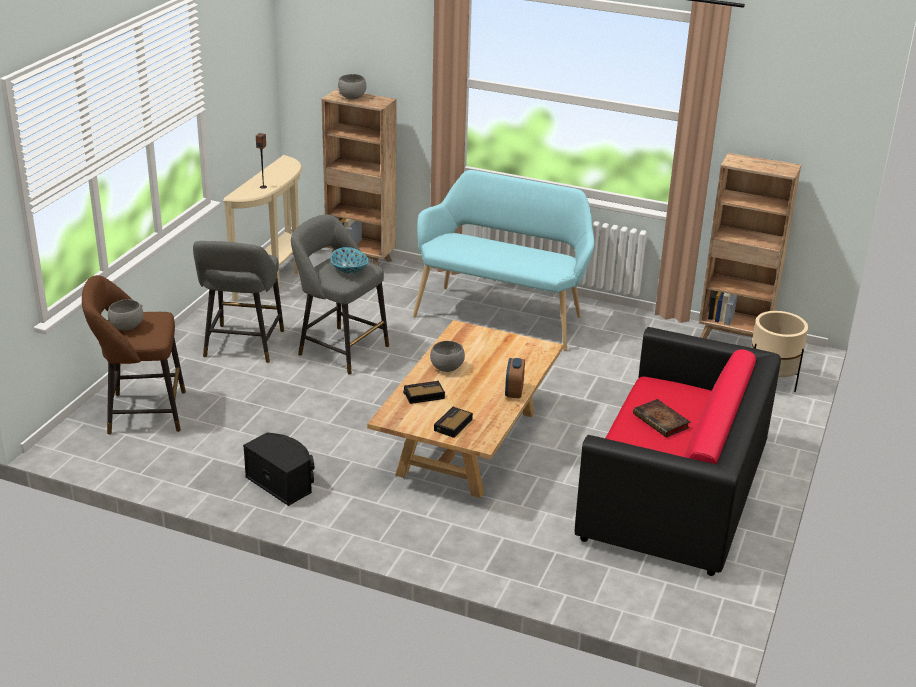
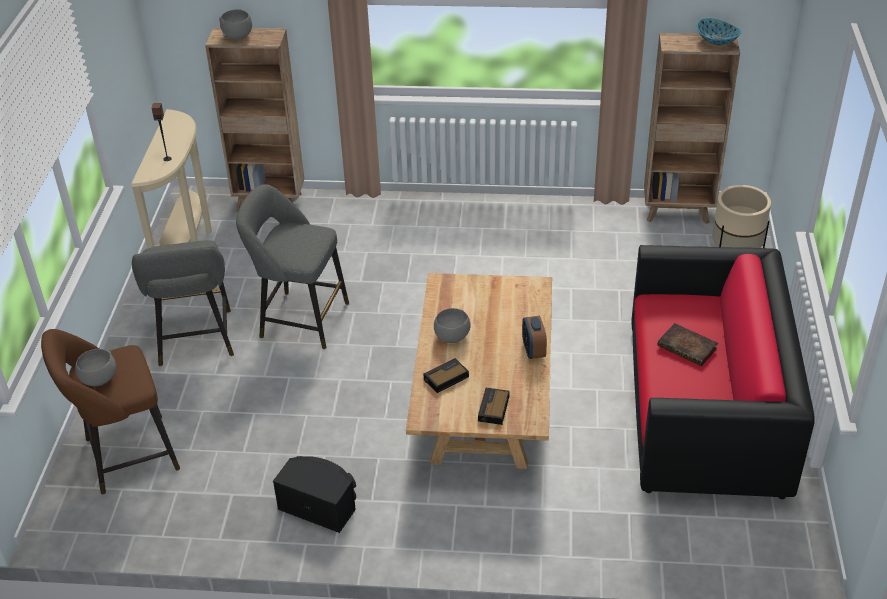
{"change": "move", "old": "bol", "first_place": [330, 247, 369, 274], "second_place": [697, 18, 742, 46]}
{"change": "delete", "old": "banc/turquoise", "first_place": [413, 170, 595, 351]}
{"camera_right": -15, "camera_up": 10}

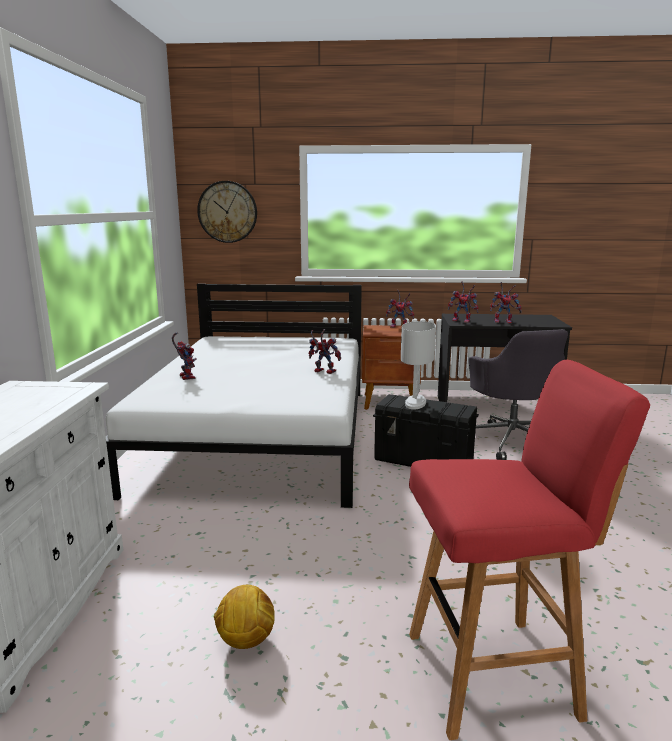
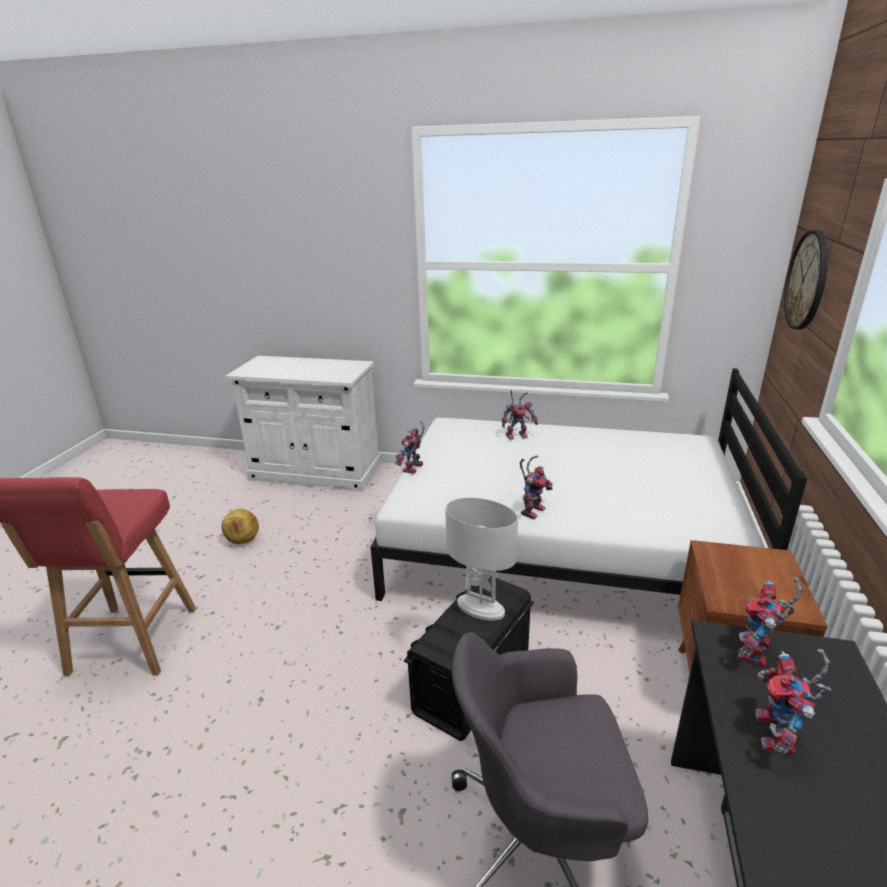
{"change": "move", "old": "robot jouet", "first_place": [386, 290, 414, 328], "second_place": [395, 421, 424, 474]}
{"camera_right": 100, "camera_up": 10}

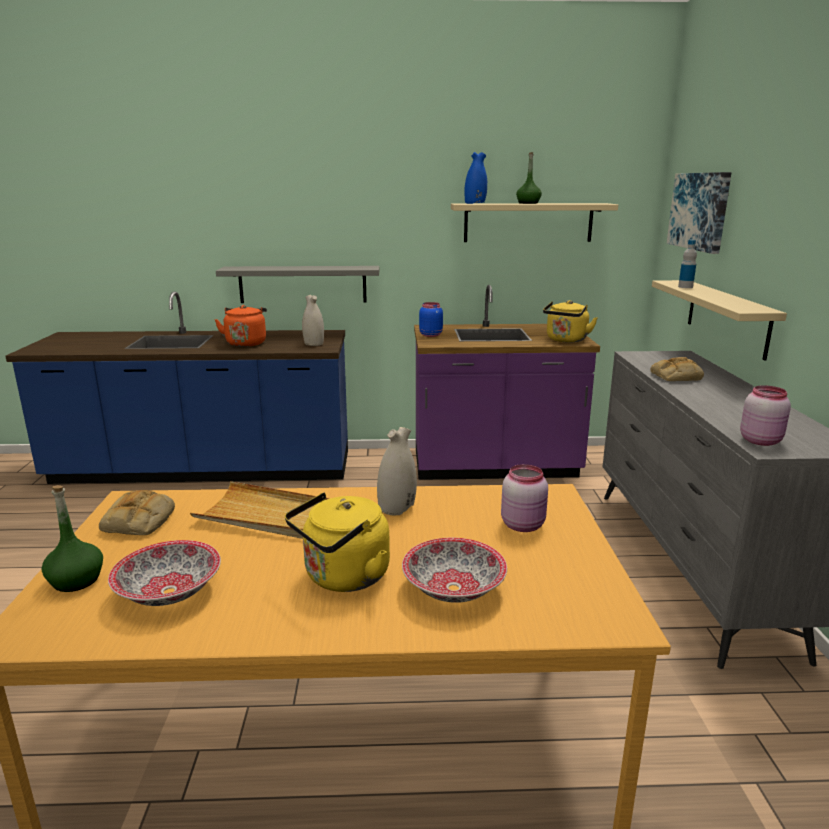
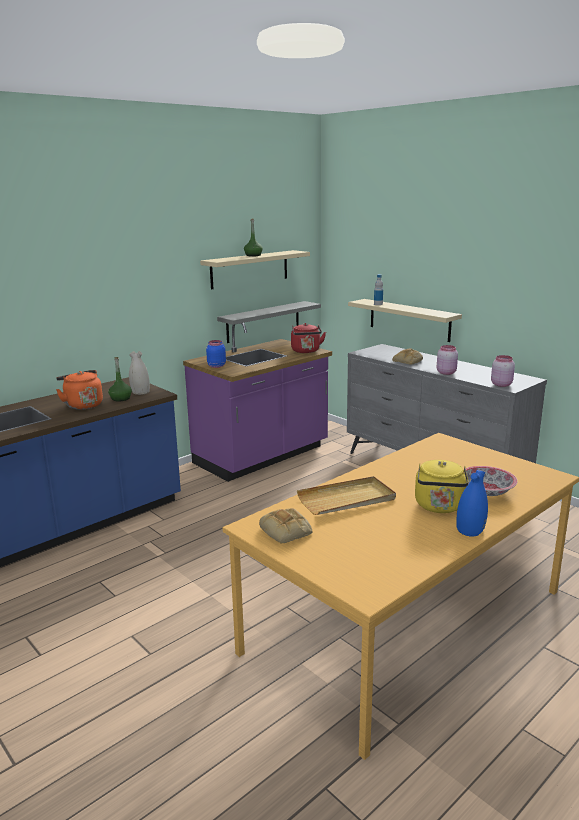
{"change": "move", "old": "bouteille/vert", "first_place": [42, 485, 103, 592], "second_place": [108, 357, 132, 402]}
{"change": "move", "old": "étagère/gris", "first_place": [216, 266, 379, 303], "second_place": [217, 301, 321, 343]}
{"change": "recolor", "old": "bouilloire/jaune", "new": "bouilloire/rouge", "first_place": [543, 300, 597, 343], "second_place": [291, 323, 326, 353]}
{"change": "move", "old": "bocal/rose", "first_place": [501, 464, 548, 532], "second_place": [437, 345, 458, 375]}
{"change": "move", "old": "vase/bleu", "first_place": [464, 152, 487, 204], "second_place": [456, 470, 488, 537]}
{"change": "delete", "old": "bol", "first_place": [108, 540, 221, 606]}
{"change": "delete", "old": "vase/blanc", "first_place": [377, 427, 417, 515]}
{"change": "delete", "old": "tableau", "first_place": [667, 172, 732, 254]}
{"camera_right": -40, "camera_up": 0}

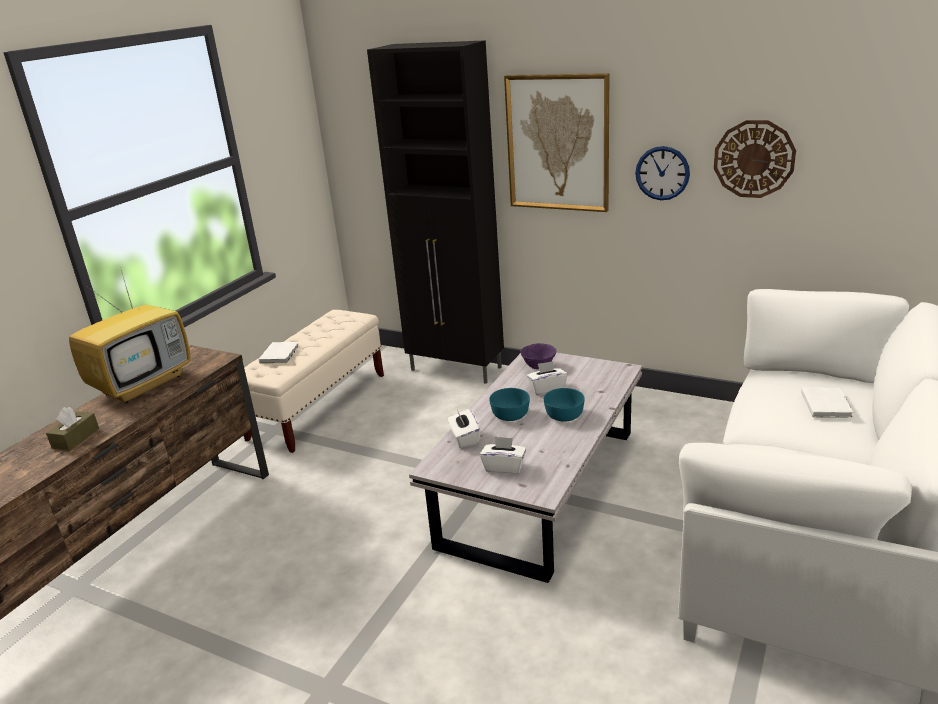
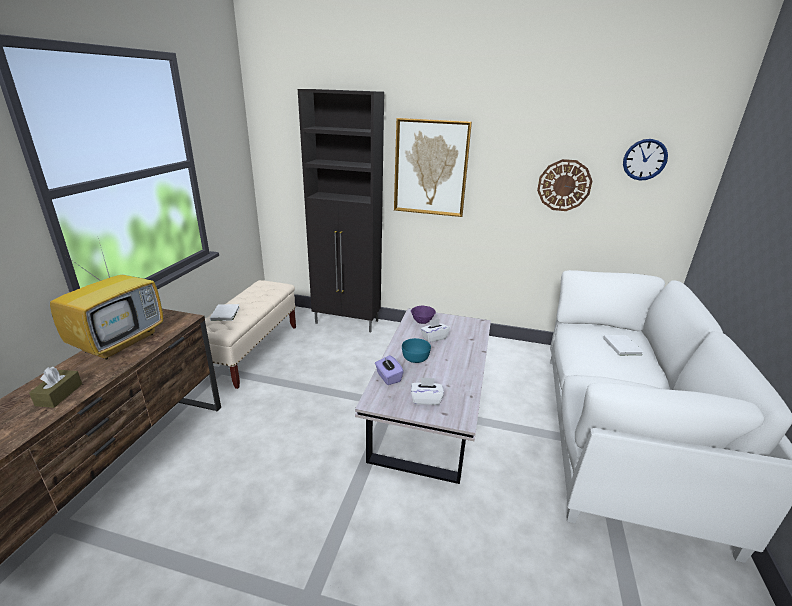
{"change": "recolor", "old": "boîte à mouchoirs/blanc", "new": "boîte à mouchoirs/violet", "first_place": [448, 409, 480, 448], "second_place": [375, 355, 404, 385]}
{"change": "move", "old": "horloge murale", "first_place": [635, 146, 690, 200], "second_place": [623, 139, 668, 181]}
{"change": "delete", "old": "bol/turquoise", "first_place": [544, 388, 585, 422]}
{"camera_right": -15, "camera_up": 0}

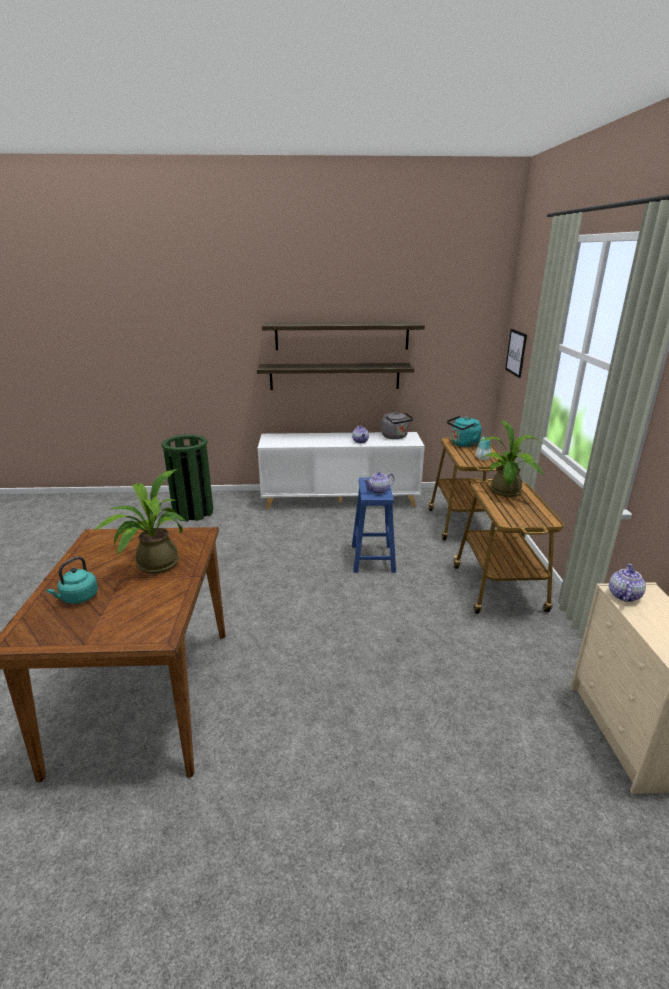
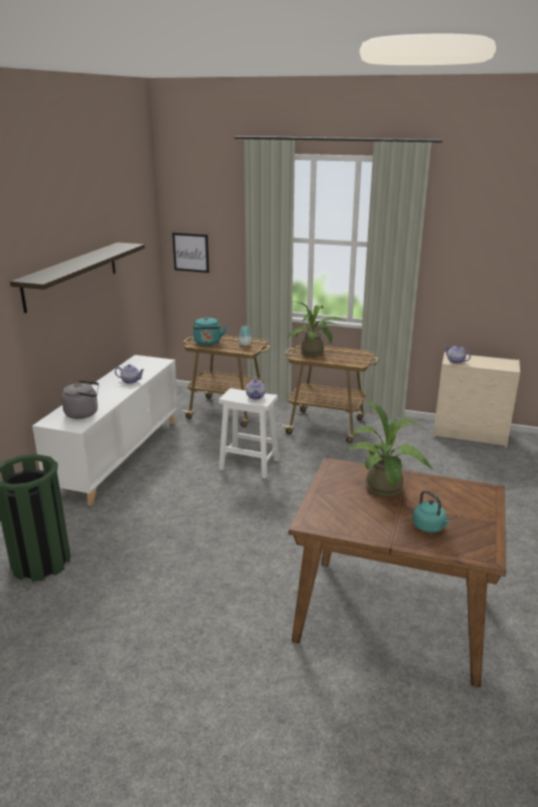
{"change": "move", "old": "bouilloire/gris", "first_place": [381, 412, 414, 439], "second_place": [61, 380, 99, 419]}
{"change": "recolor", "old": "tabouret/bleu", "new": "tabouret/blanc", "first_place": [352, 477, 396, 573], "second_place": [219, 388, 279, 479]}
{"change": "delete", "old": "étagère", "first_place": [257, 363, 414, 390]}
{"camera_right": -70, "camera_up": 0}

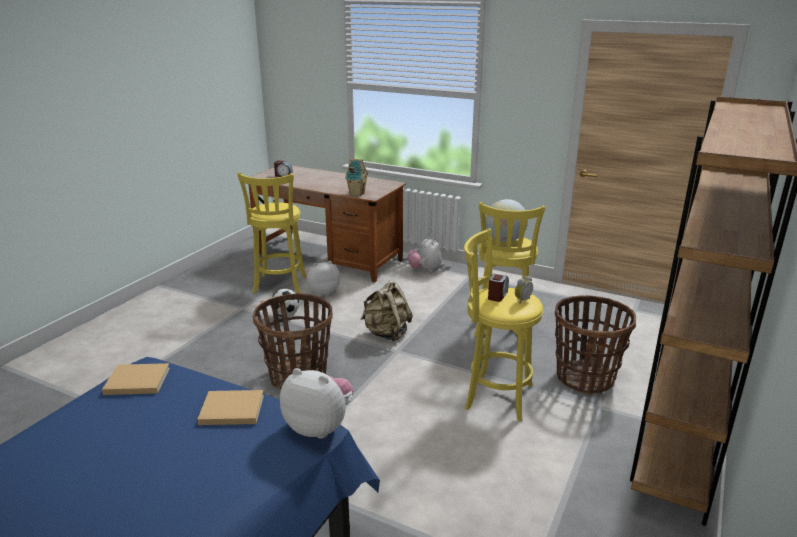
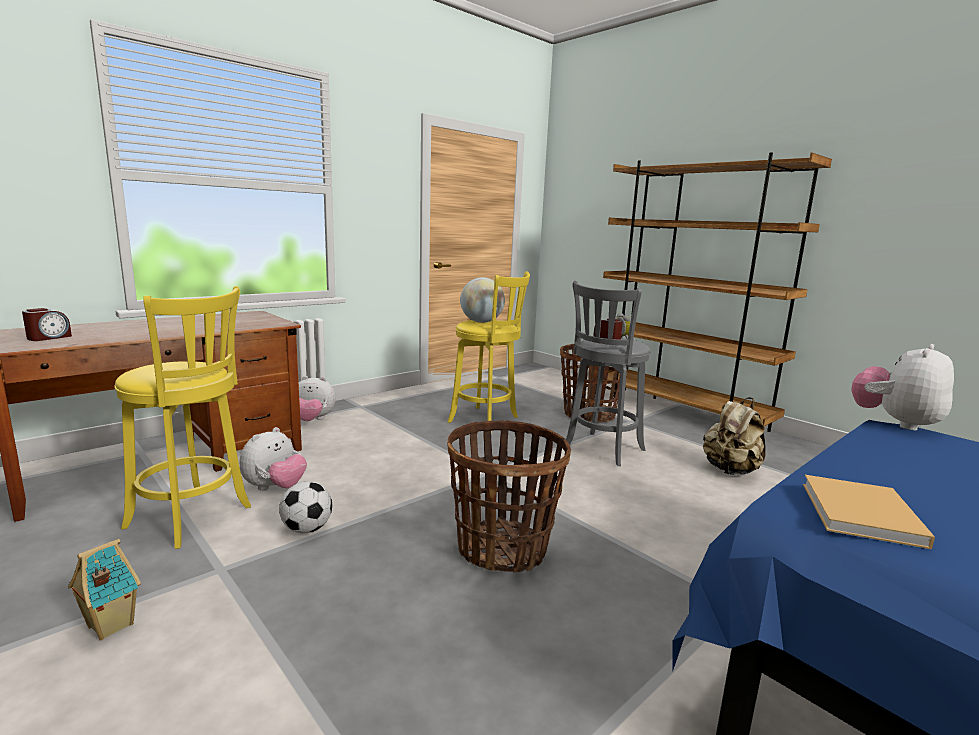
{"change": "move", "old": "maison miniature", "first_place": [345, 159, 368, 196], "second_place": [68, 539, 141, 640]}
{"change": "rotate", "old": "peluche", "first_place": [306, 261, 340, 297], "second_place": [240, 427, 307, 491], "degrees": -150}
{"change": "recolor", "old": "tabouret/jaune", "new": "tabouret/gris", "first_place": [464, 228, 543, 421], "second_place": [566, 281, 651, 466]}
{"change": "move", "old": "sac à dos/beige", "first_place": [360, 280, 413, 342], "second_place": [703, 398, 766, 475]}
{"change": "delete", "old": "livre/beige", "first_place": [197, 390, 264, 425]}
{"camera_right": -70, "camera_up": -10}

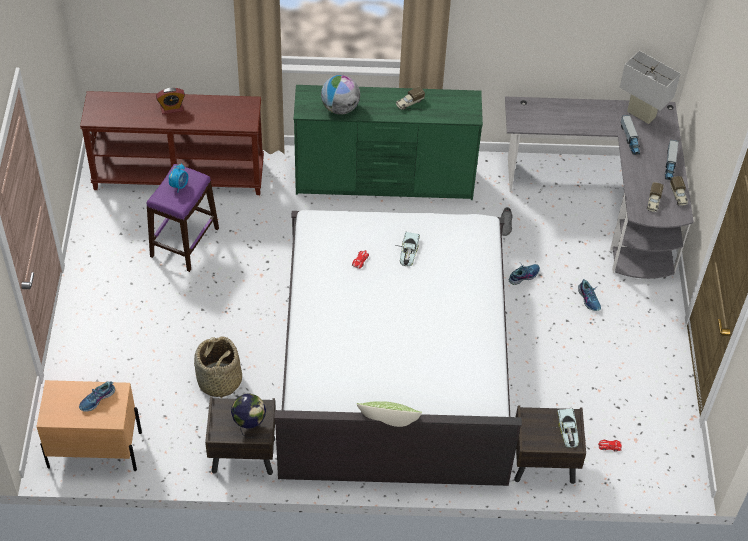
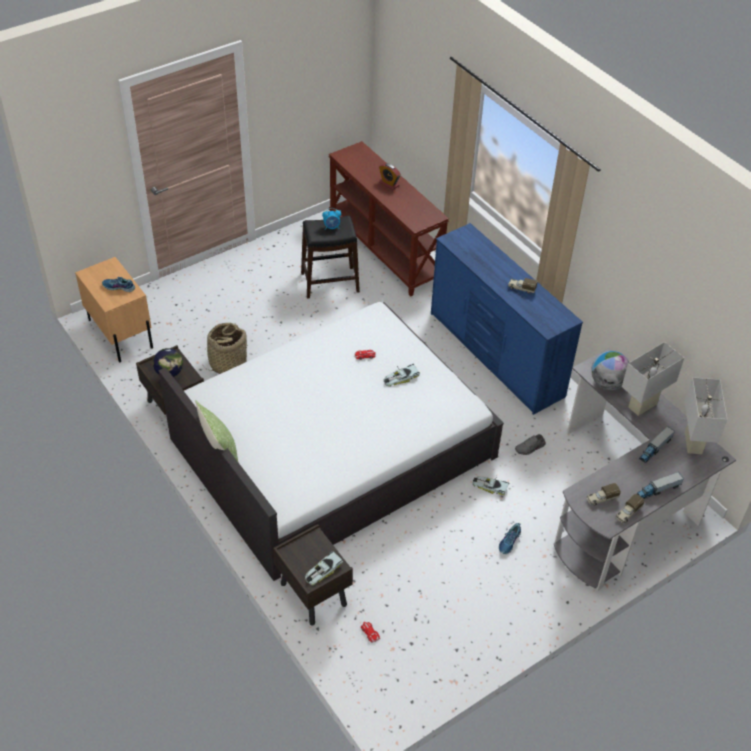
{"change": "recolor", "old": "tabouret/violet", "new": "tabouret/noir", "first_place": [146, 164, 219, 272], "second_place": [301, 216, 360, 299]}
{"change": "recolor", "old": "commode/vert", "new": "commode/bleu", "first_place": [294, 85, 483, 200], "second_place": [431, 223, 583, 415]}
{"change": "replace", "old": "chaussure", "new": "petite voiture", "first_place": [509, 264, 540, 285], "second_place": [473, 476, 509, 495]}
{"change": "move", "old": "globe", "first_place": [321, 75, 360, 115], "second_place": [591, 351, 629, 390]}
{"change": "insert", "new": "lampe de table/blanc", "second_place": [622, 342, 684, 416]}
{"camera_right": 55, "camera_up": -5}

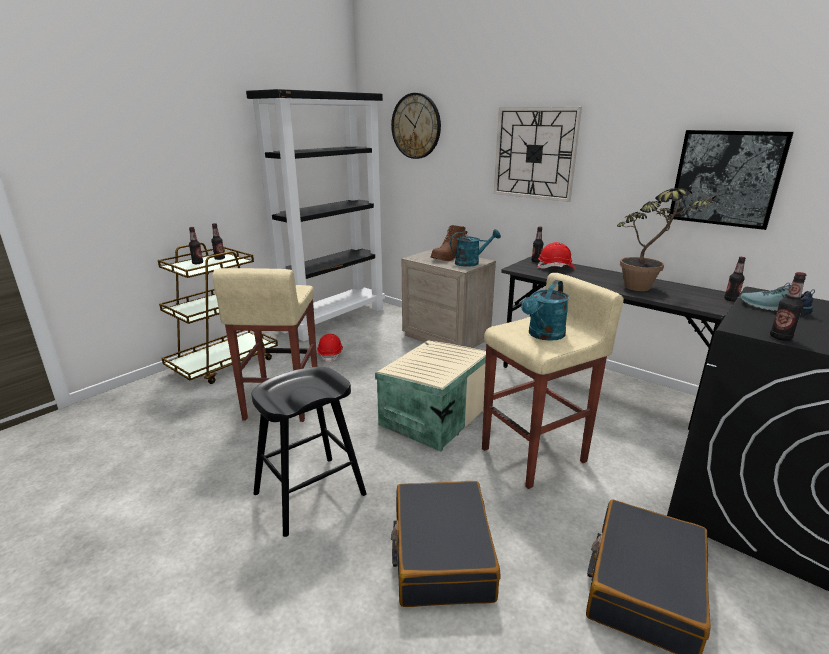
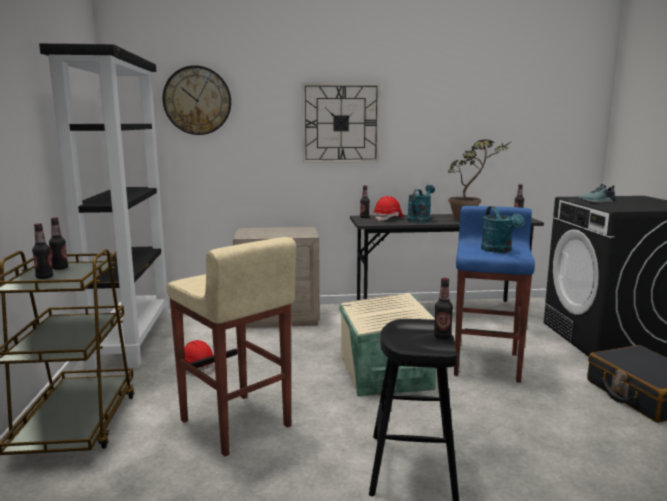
{"change": "move", "old": "arrosoir/turquoise", "first_place": [450, 229, 501, 267], "second_place": [407, 185, 435, 223]}
{"change": "move", "old": "bouteille", "first_place": [770, 272, 806, 341], "second_place": [434, 278, 453, 339]}
{"change": "recolor", "old": "tabouret/beige", "new": "tabouret/bleu", "first_place": [482, 273, 624, 489], "second_place": [454, 206, 535, 383]}
{"change": "delete", "old": "valise/noir", "first_place": [391, 481, 501, 607]}
{"change": "delete", "old": "botte/marron", "first_place": [431, 225, 467, 261]}
{"change": "delete", "old": "tableau", "first_place": [669, 130, 794, 230]}
{"camera_right": -45, "camera_up": -10}

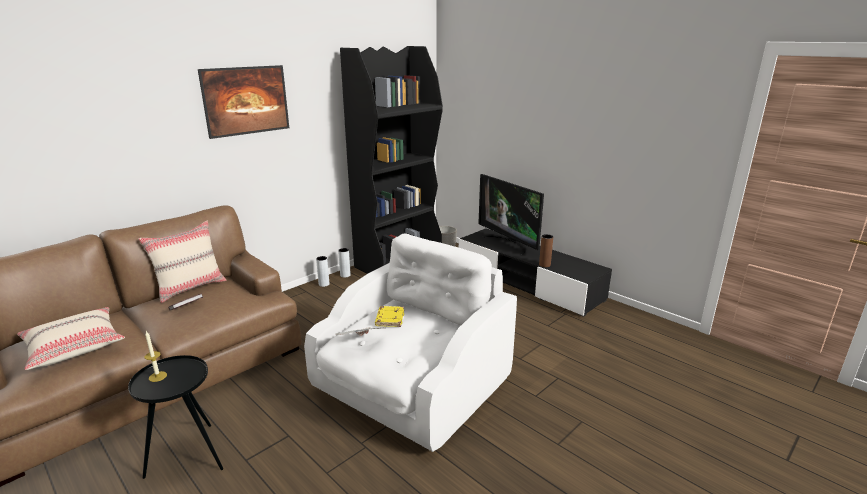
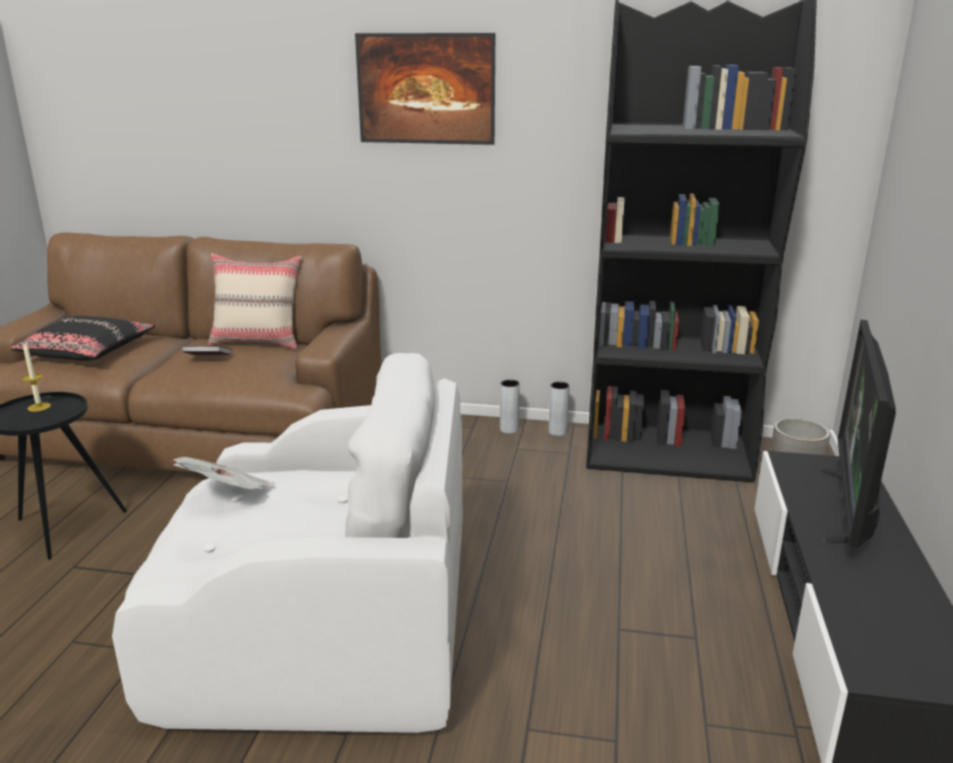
{"change": "recolor", "old": "coussin/beige", "new": "coussin/noir", "first_place": [17, 307, 125, 370], "second_place": [10, 316, 155, 361]}
{"change": "delete", "old": "livre/jaune", "first_place": [375, 306, 404, 327]}
{"change": "delete", "old": "vase/marron", "first_place": [539, 234, 553, 267]}
{"camera_right": 55, "camera_up": 0}

